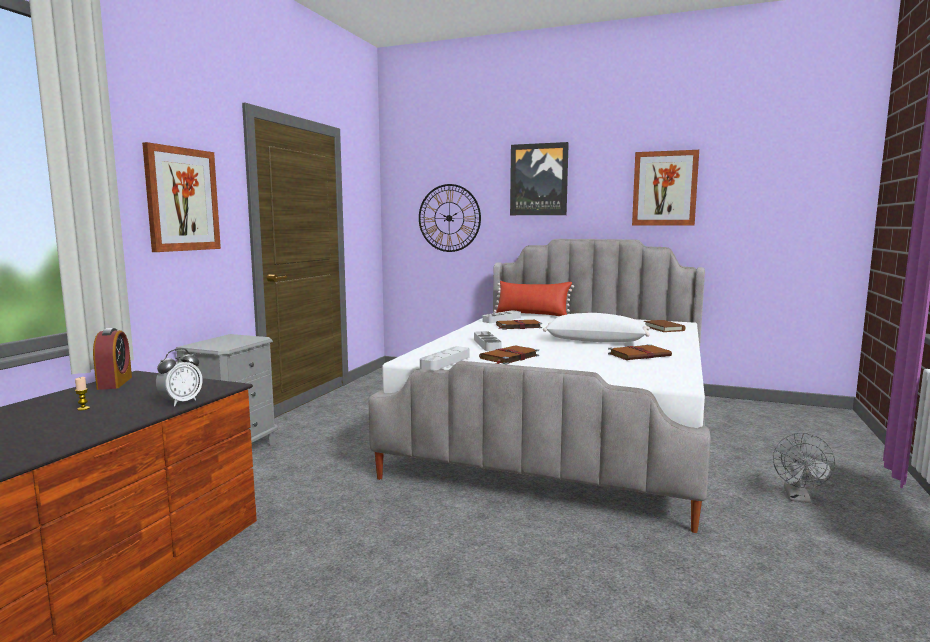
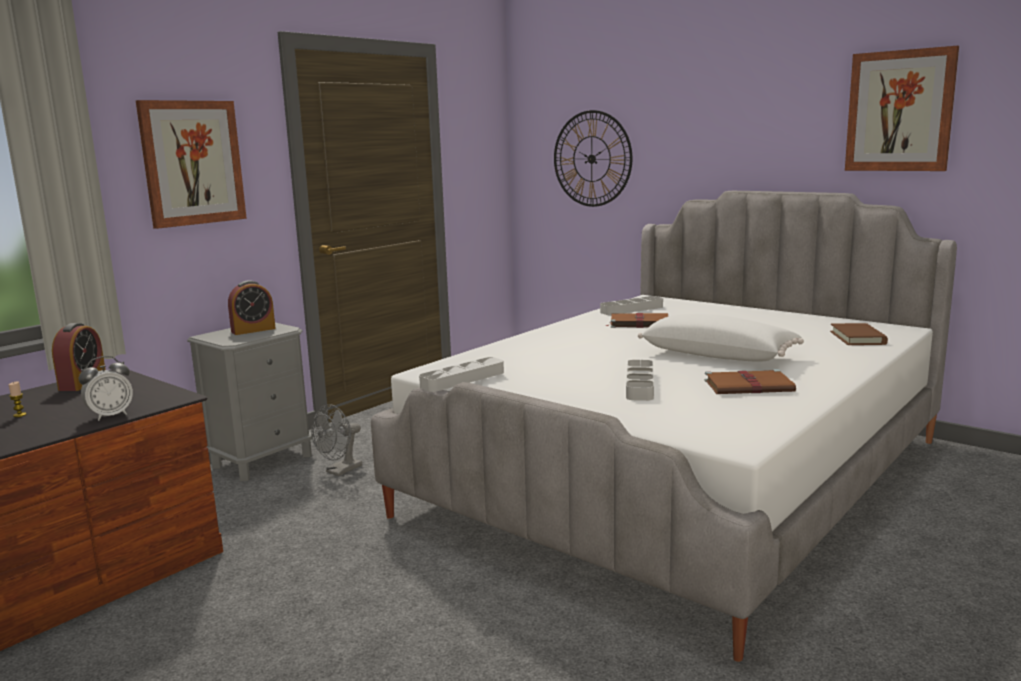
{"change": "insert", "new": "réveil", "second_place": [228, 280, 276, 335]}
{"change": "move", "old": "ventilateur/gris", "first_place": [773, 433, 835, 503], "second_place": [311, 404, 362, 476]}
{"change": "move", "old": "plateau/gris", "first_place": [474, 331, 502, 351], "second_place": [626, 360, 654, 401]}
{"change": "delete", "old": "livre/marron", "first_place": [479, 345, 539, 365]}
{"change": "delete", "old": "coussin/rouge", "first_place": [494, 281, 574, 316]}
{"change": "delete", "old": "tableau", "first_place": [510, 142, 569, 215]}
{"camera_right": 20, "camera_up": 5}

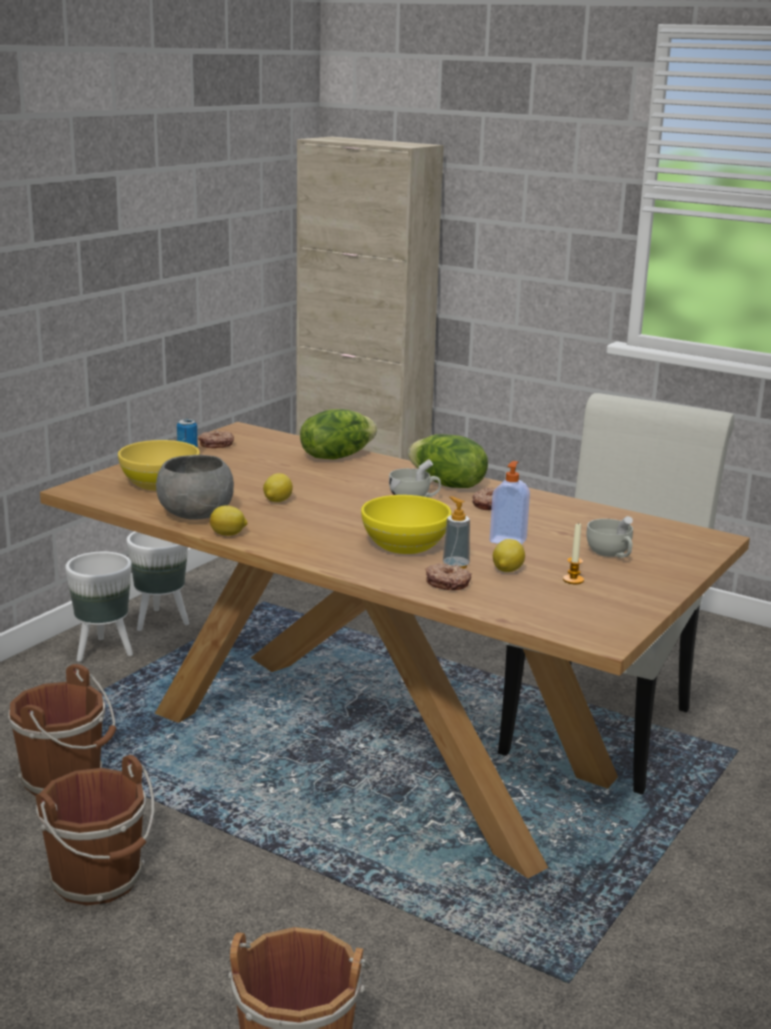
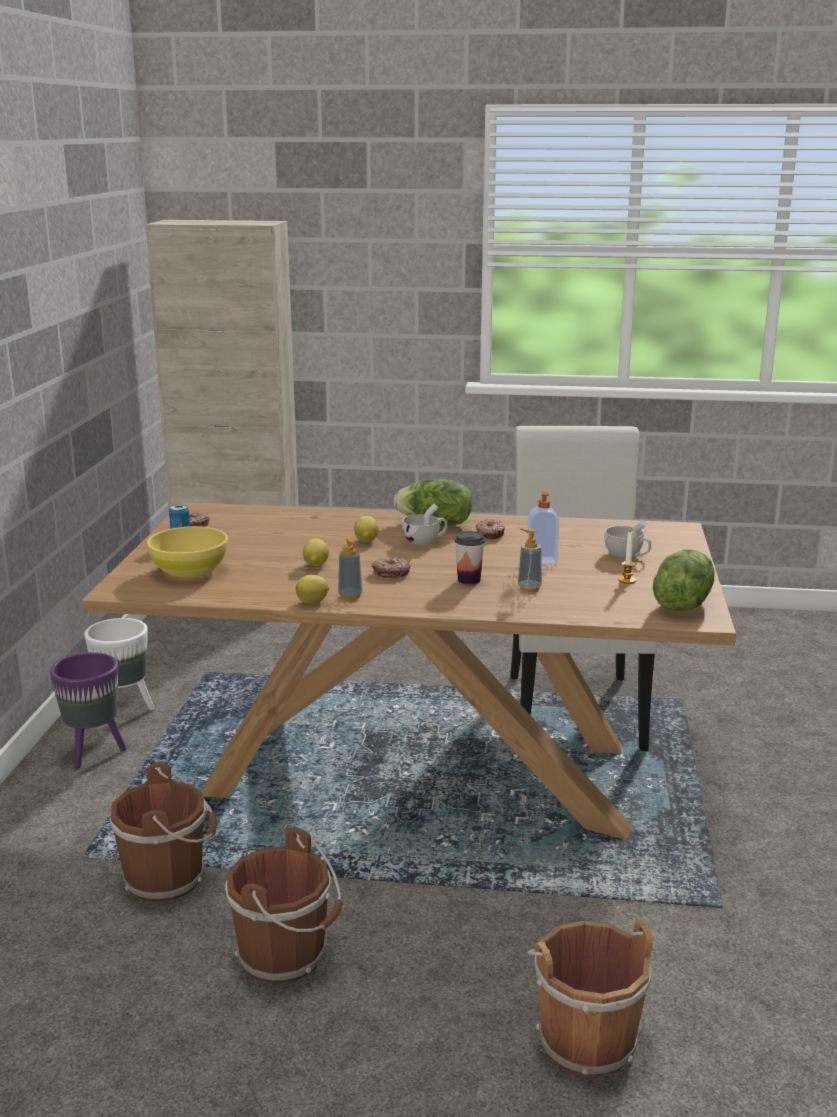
{"change": "recolor", "old": "cache-pot/blanc", "new": "cache-pot/violet", "first_place": [65, 552, 133, 662], "second_place": [50, 652, 126, 769]}
{"change": "insert", "new": "distributeur de savon", "second_place": [338, 535, 362, 600]}
{"change": "move", "old": "citron", "first_place": [493, 539, 525, 572], "second_place": [354, 516, 379, 542]}
{"change": "move", "old": "beignet", "first_place": [426, 563, 472, 590], "second_place": [372, 557, 410, 578]}
{"change": "replace", "old": "bol/jaune", "new": "tasse", "first_place": [361, 495, 452, 554], "second_place": [455, 531, 485, 584]}
{"change": "move", "old": "laitue", "first_place": [300, 409, 377, 459], "second_place": [653, 549, 715, 611]}
{"change": "delete", "old": "bol/gris", "first_place": [156, 455, 234, 520]}
{"camera_right": -25, "camera_up": 0}

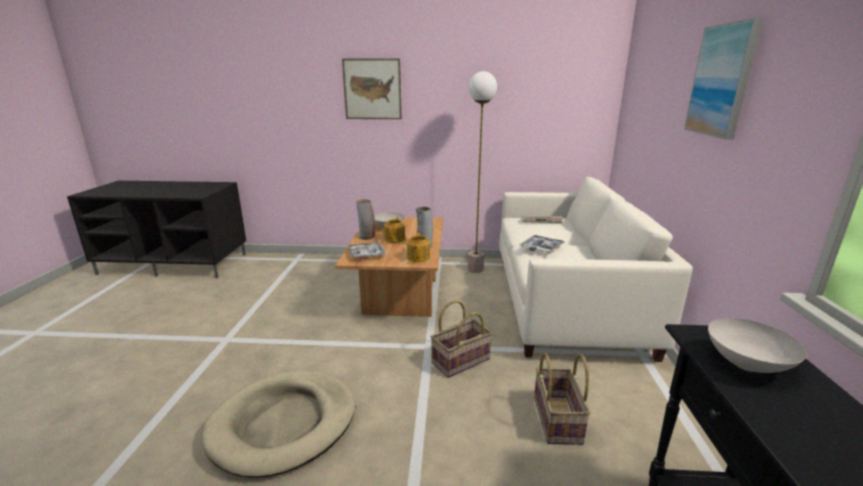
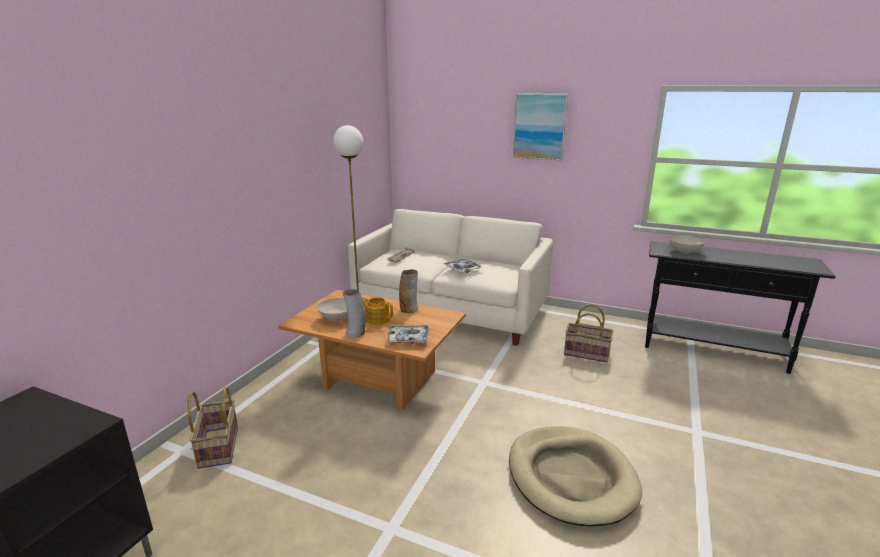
{"change": "move", "old": "panier", "first_place": [431, 300, 493, 378], "second_place": [187, 387, 238, 469]}
{"change": "delete", "old": "tableau", "first_place": [342, 59, 402, 119]}
{"change": "delete", "old": "théière", "first_place": [407, 233, 430, 262]}
{"camera_right": -70, "camera_up": 0}

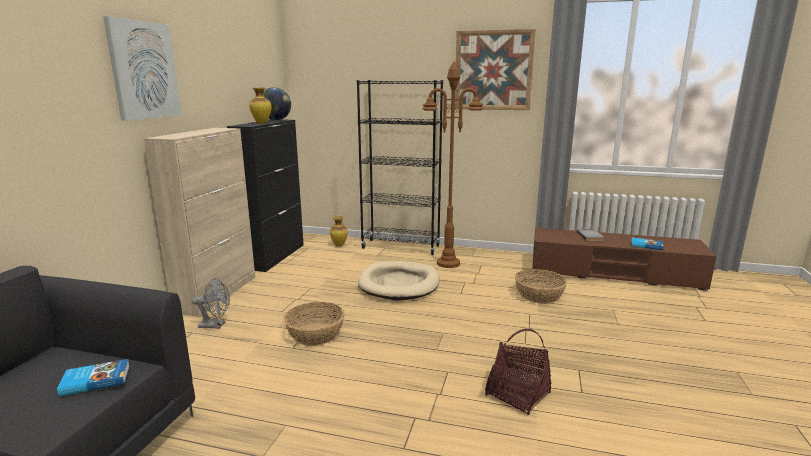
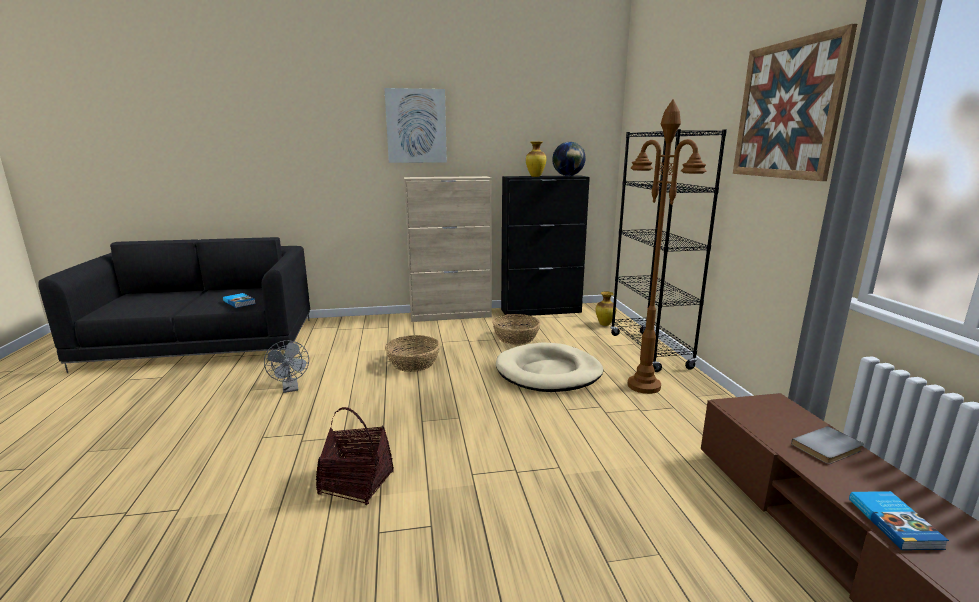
{"change": "move", "old": "ventilateur/gris", "first_place": [192, 278, 230, 329], "second_place": [264, 340, 309, 393]}
{"change": "move", "old": "panier", "first_place": [515, 269, 567, 304], "second_place": [492, 314, 541, 345]}
{"camera_right": 65, "camera_up": 0}

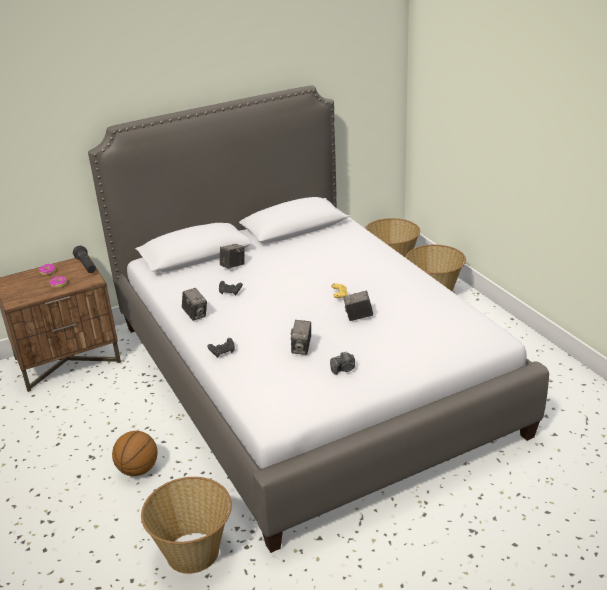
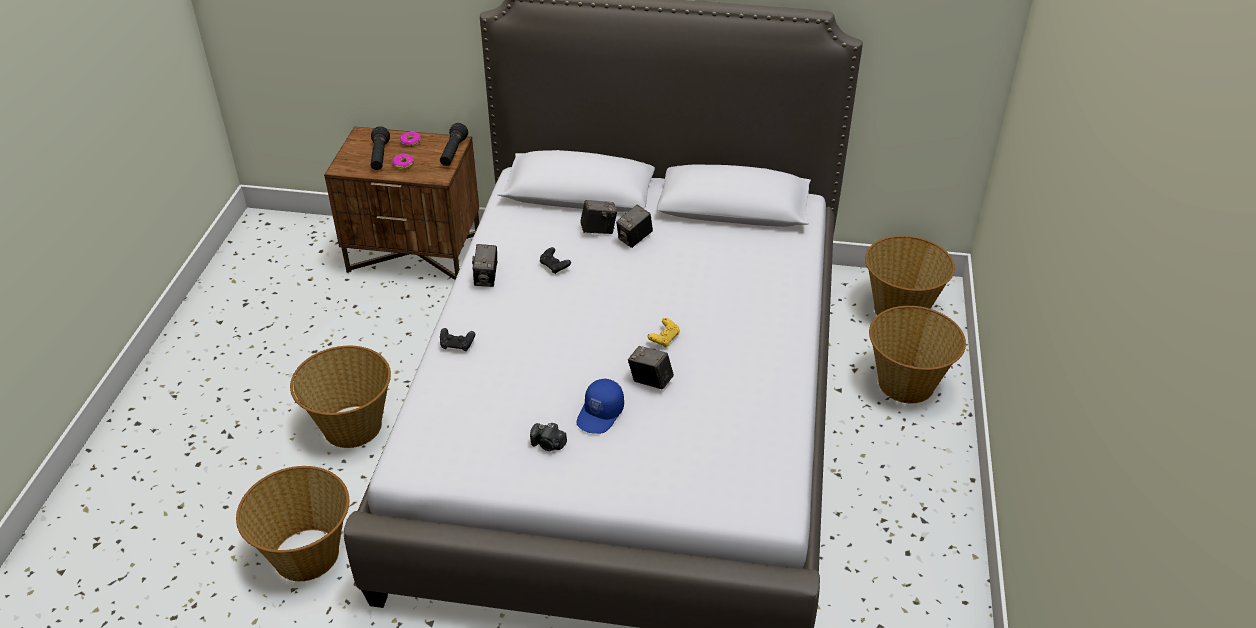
{"change": "replace", "old": "ballon de basket", "new": "panier", "first_place": [112, 431, 158, 476], "second_place": [290, 346, 391, 448]}
{"change": "insert", "new": "lampe de poche/noir", "second_place": [371, 126, 390, 170]}
{"change": "insert", "new": "casquette/bleu", "second_place": [577, 378, 624, 434]}
{"change": "move", "old": "appareil photo", "first_place": [291, 320, 311, 355], "second_place": [616, 205, 653, 248]}
{"camera_right": 35, "camera_up": 10}

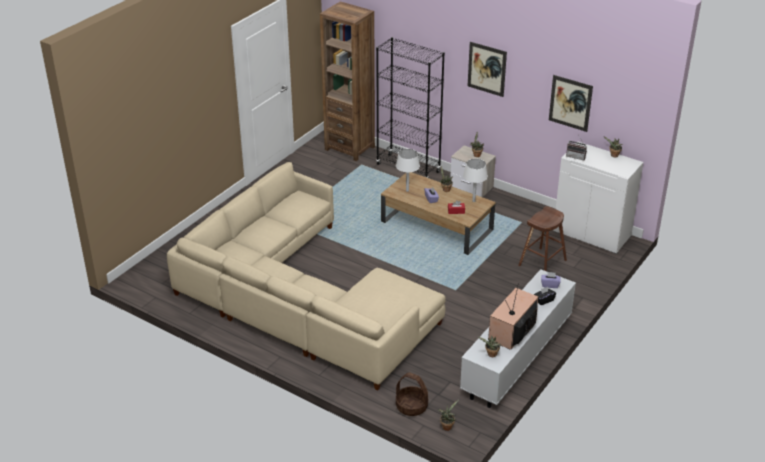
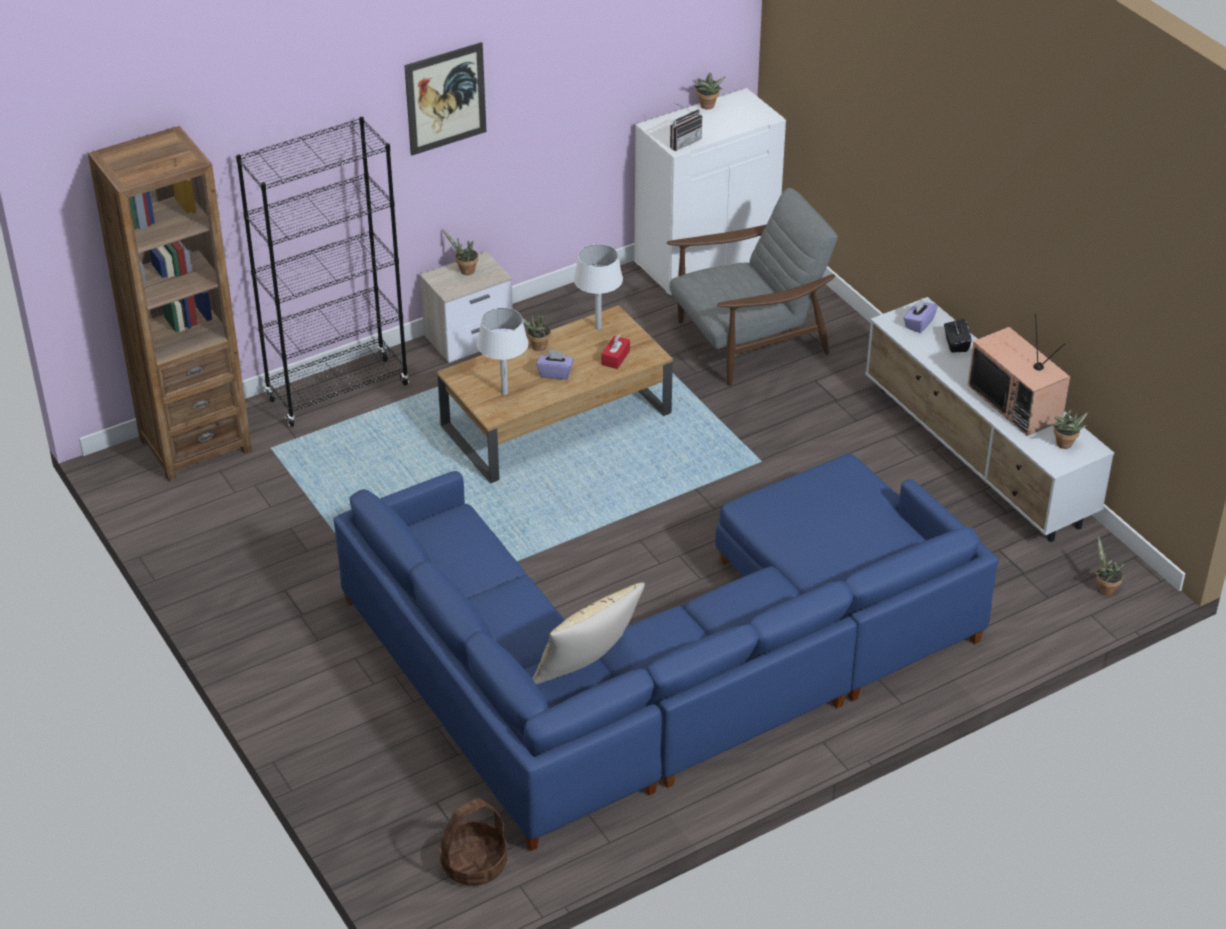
{"change": "recolor", "old": "canapé/beige", "new": "canapé/bleu", "first_place": [167, 162, 446, 391], "second_place": [333, 453, 998, 851]}
{"change": "move", "old": "panier", "first_place": [396, 372, 428, 416], "second_place": [439, 798, 507, 886]}
{"change": "insert", "new": "coussin/beige", "second_place": [532, 582, 645, 685]}
{"change": "replace", "old": "tabouret/marron", "new": "fauteuil/gris", "first_place": [518, 206, 567, 271], "second_place": [667, 188, 838, 386]}
{"change": "delete", "old": "tableau", "first_place": [549, 75, 593, 132]}
{"camera_right": -65, "camera_up": 5}

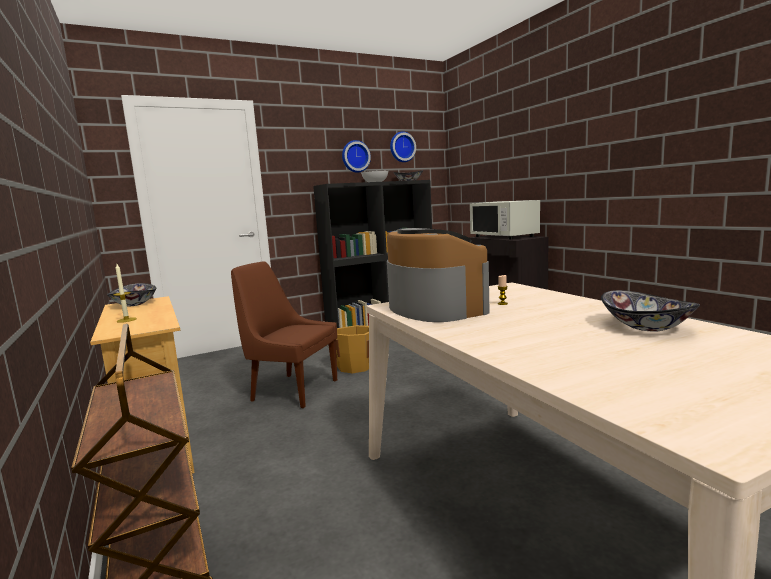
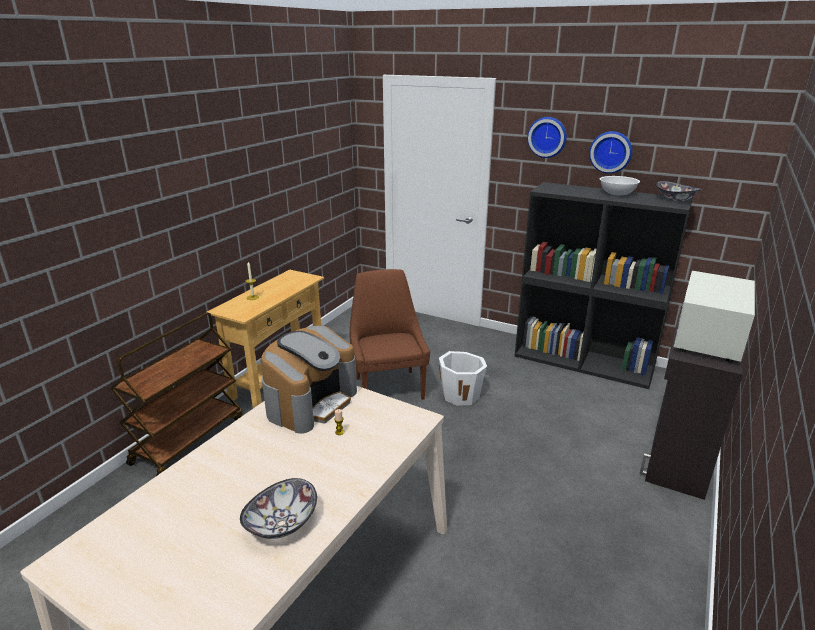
{"change": "recolor", "old": "seau/orange", "new": "seau/blanc", "first_place": [326, 325, 369, 373], "second_place": [439, 351, 489, 406]}
{"change": "move", "old": "horloge murale", "first_place": [390, 131, 416, 162], "second_place": [527, 117, 567, 158]}
{"change": "delete", "old": "bol", "first_place": [107, 283, 156, 306]}
{"camera_right": 55, "camera_up": 15}

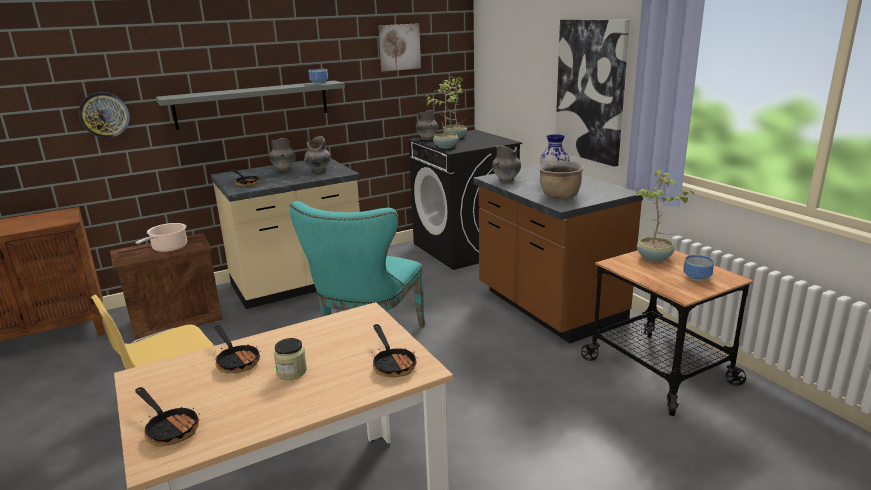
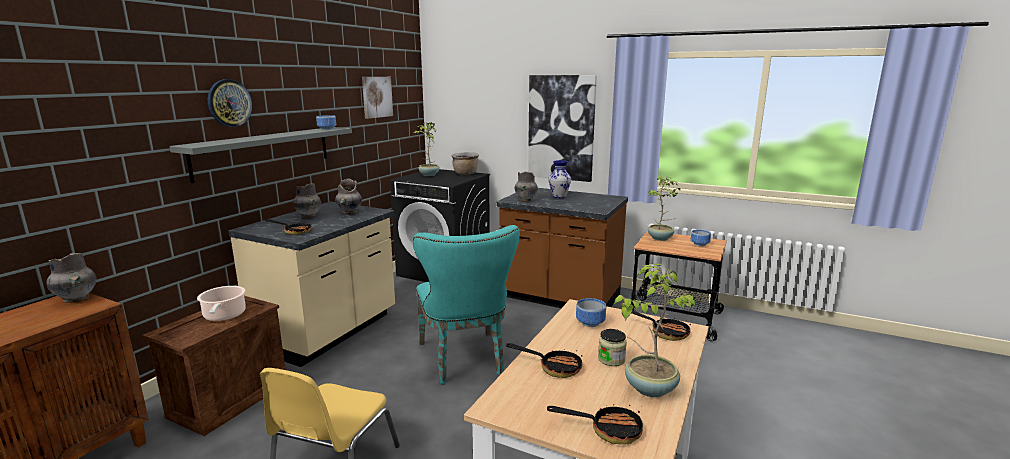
{"change": "move", "old": "vase/gris", "first_place": [415, 110, 438, 140], "second_place": [46, 253, 97, 303]}
{"change": "move", "old": "horloge murale", "first_place": [79, 92, 130, 138], "second_place": [208, 79, 252, 127]}
{"change": "move", "old": "marmite/marron", "first_place": [539, 161, 584, 200], "second_place": [452, 152, 479, 175]}
{"change": "insert", "new": "bol", "second_place": [576, 298, 606, 327]}
{"change": "move", "old": "plante en pot", "first_place": [425, 82, 459, 149], "second_place": [614, 264, 696, 397]}
{"camera_right": -35, "camera_up": -5}

